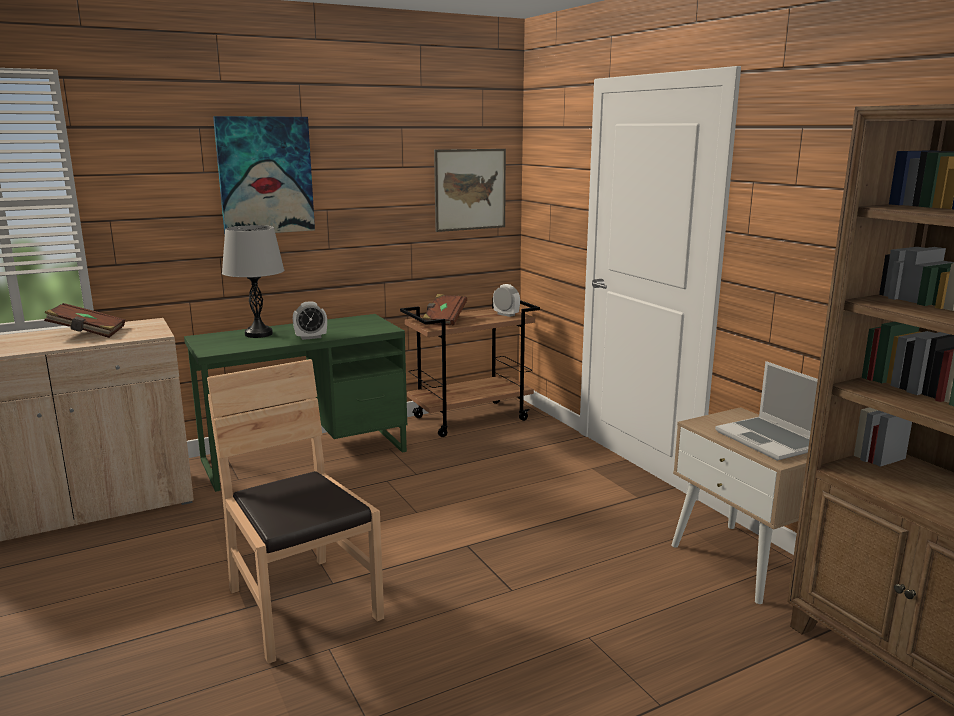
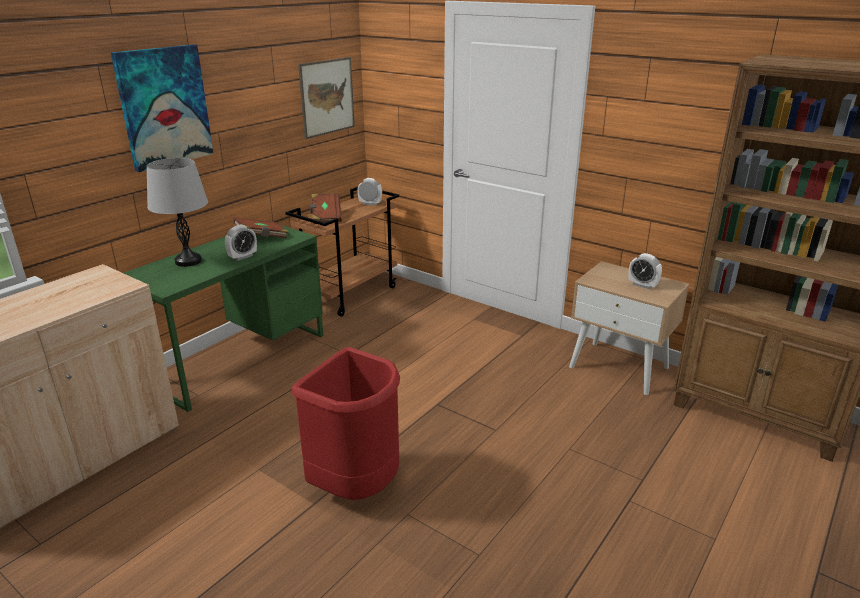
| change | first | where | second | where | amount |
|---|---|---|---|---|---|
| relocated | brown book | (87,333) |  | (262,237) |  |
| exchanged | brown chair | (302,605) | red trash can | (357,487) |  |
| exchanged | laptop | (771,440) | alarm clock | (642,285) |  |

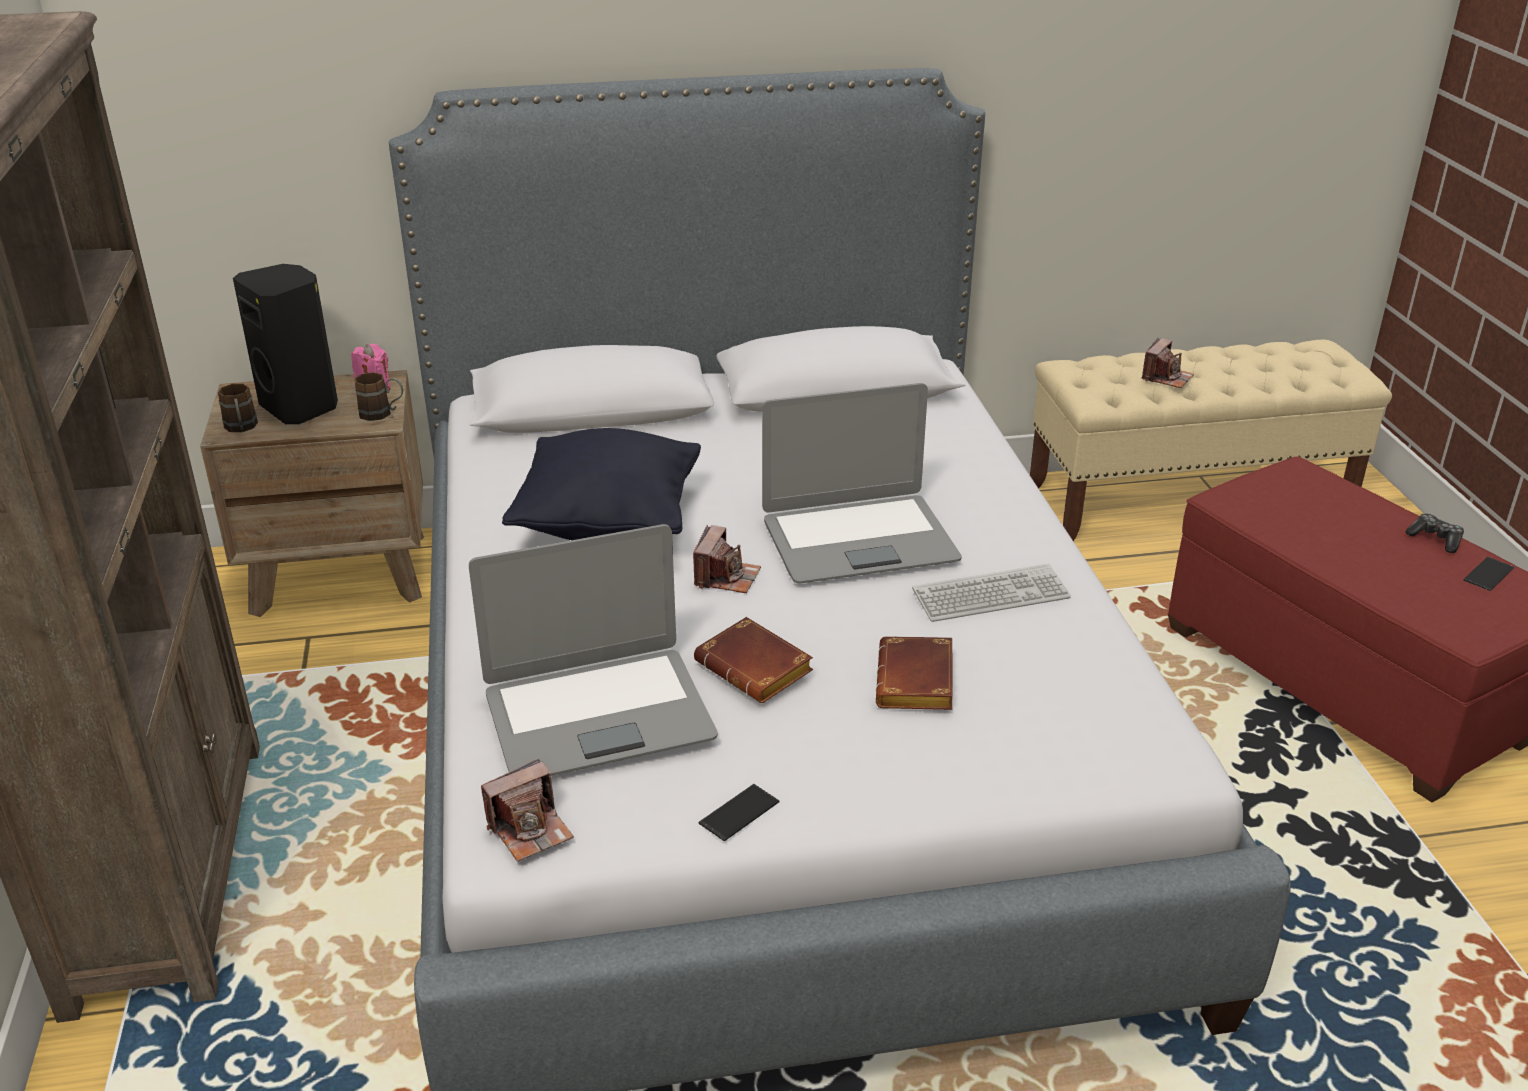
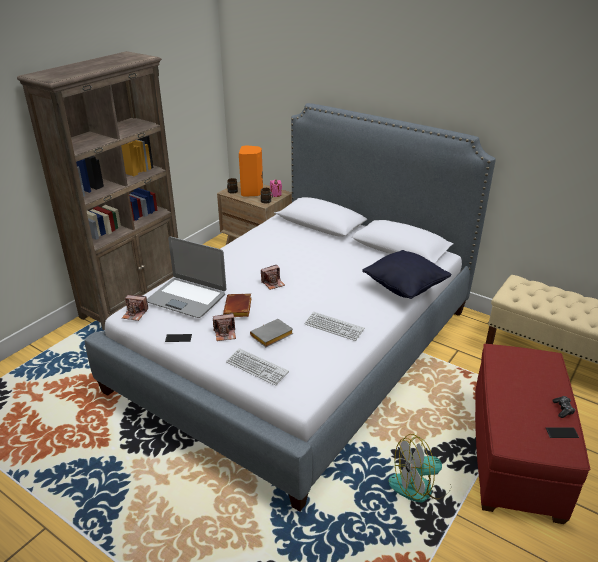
| change | first | where | second | where | amount |
|---|---|---|---|---|---|
| colour | black speaker | (302,407) | orange speaker | (252,192) |  |
| relocated | photo camera | (1166,377) |  | (225,333) |  |
| missing | laptop | (858,540) |  |  |  |
| relocated | black pillow | (608,524) |  | (404,288) |  |
| colour | brown book | (918,684) | grey book | (271,336) |  |
| appeared |  |  | keyboard | (257,367) |  |
| appeared |  |  | fan | (420,486) |  |

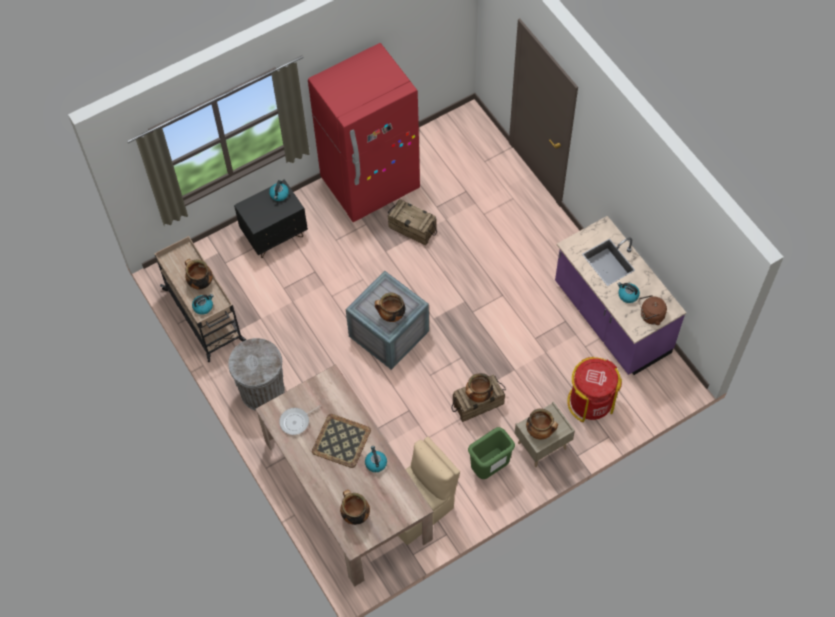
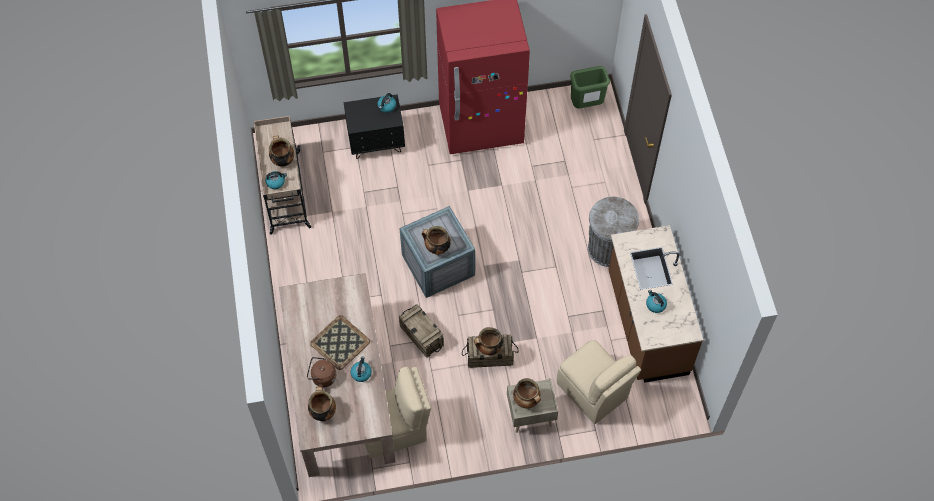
| change | first | where | second | where | amount |
|---|---|---|---|---|---|
| relocated | crate | (412,228) |  | (422,336) |  |
| colour | purple counter | (611,319) | brown counter | (646,324) |  |
| relocated | brown kettle | (650,316) |  | (322,377) |  |
| relocated | grey trash can | (262,391) |  | (608,248) |  |
| exchanged | red trash can | (590,402) | beige chair | (593,392) |  |
| missing | frying pan | (296,421) |  |  |  |
| relocated | green trash can | (489,468) |  | (586,105) |  |

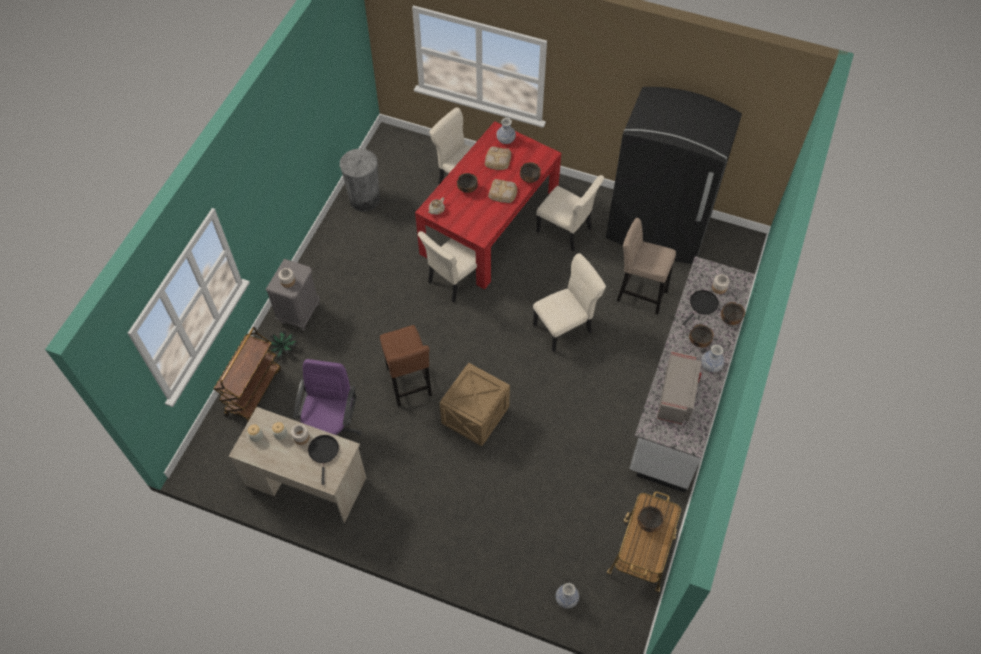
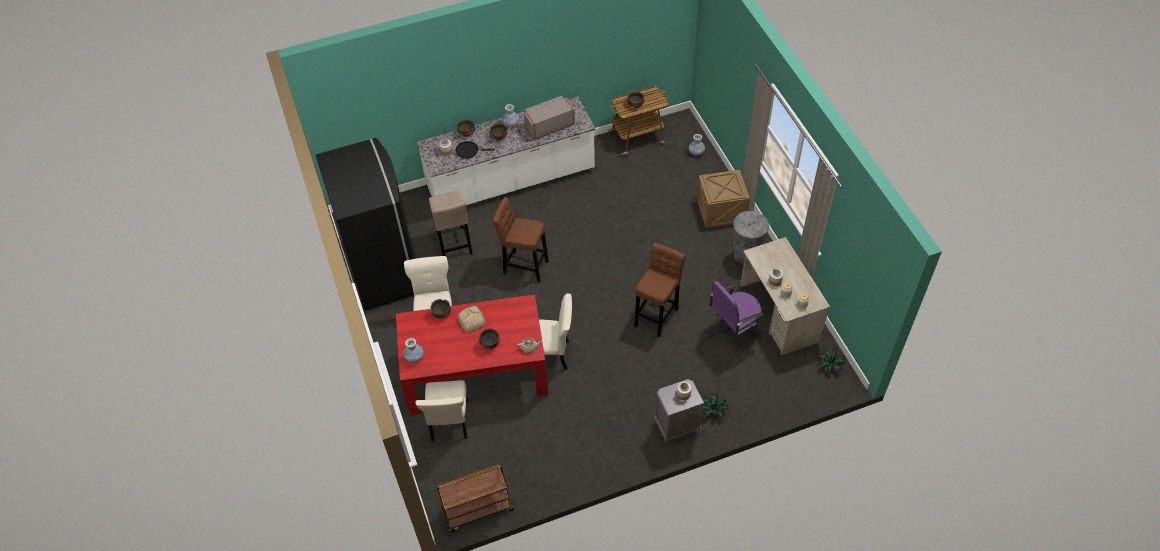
| change | first | where | second | where | amount |
|---|---|---|---|---|---|
| missing | bread | (497,160) |  |  |  |
| relocated | grey trash can | (364,199) |  | (745,257) |  |
| exchanged | beige chair | (565,327) | brown stool | (523,266) |  |
| relocated | brown cart | (253,391) |  | (477,510) |  |
| relocated | crate | (475,416) |  | (721,211) |  |
| missing | black frying pan | (324,452) |  |  |  |
| appeared |  |  | potted plant | (830,364) |  |

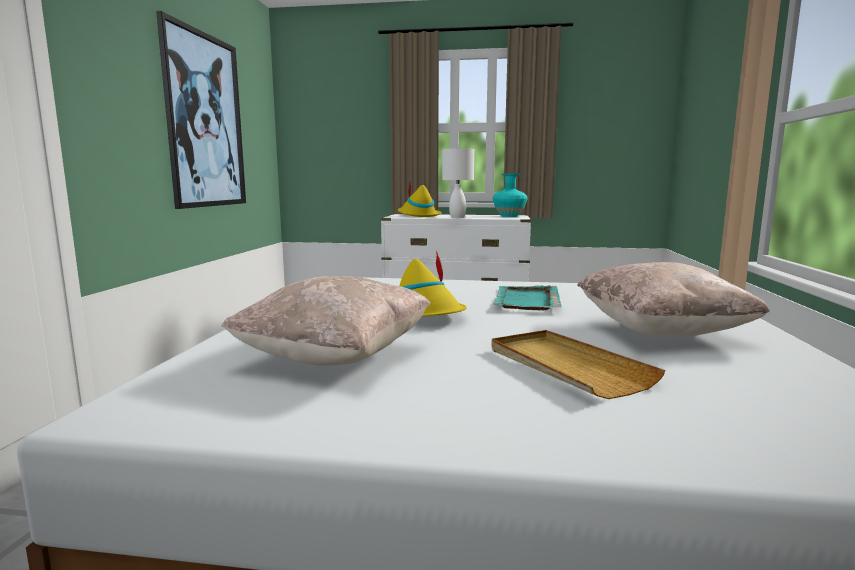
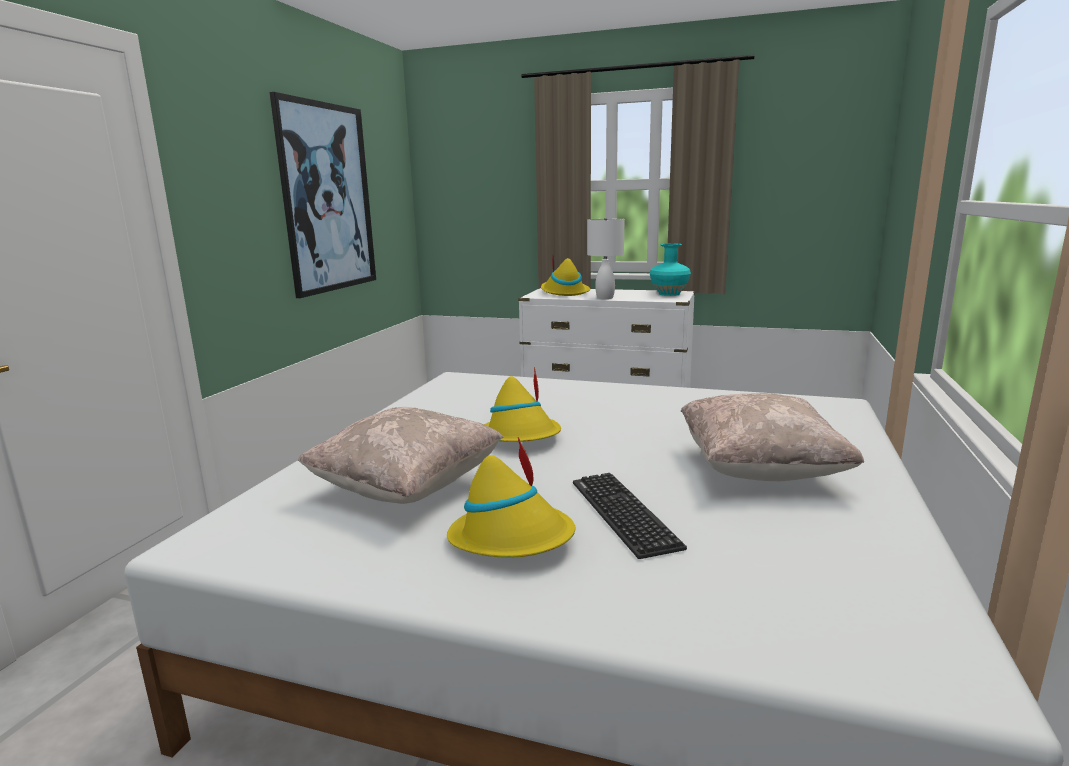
| change | first | where | second | where | amount |
|---|---|---|---|---|---|
| missing | turquoise tray | (526,300) |  |  |  |
| exchanged | beige tray | (566,366) | keyboard | (623,513) |  |
| appeared |  |  | yellow hat | (512,538) |  |

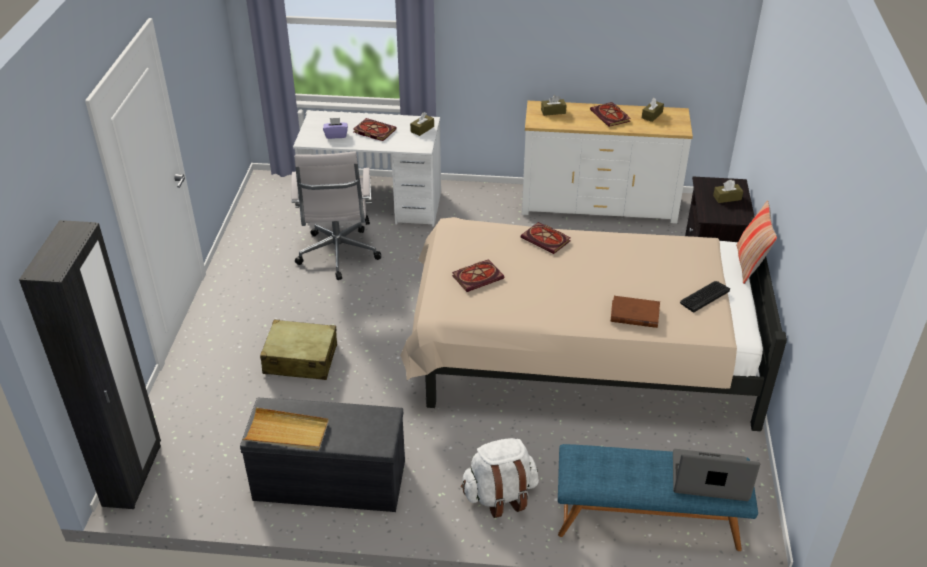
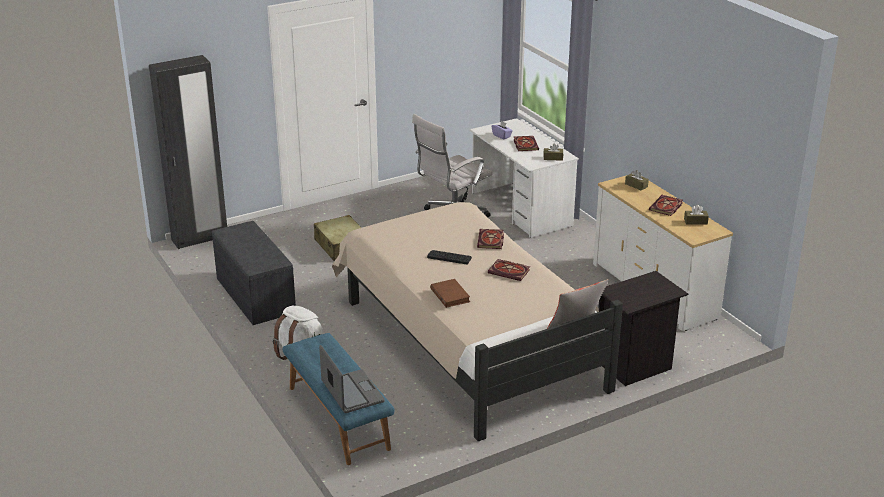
| change | first | where | second | where | amount |
|---|---|---|---|---|---|
| missing | brown tissue box | (727,198) |  |  |  |
| relocated | book | (478,276) |  | (510,271) |  |
| relocated | keyboard | (704,296) |  | (449,257) |  |
| missing | beige tray | (287,432) |  |  |  |

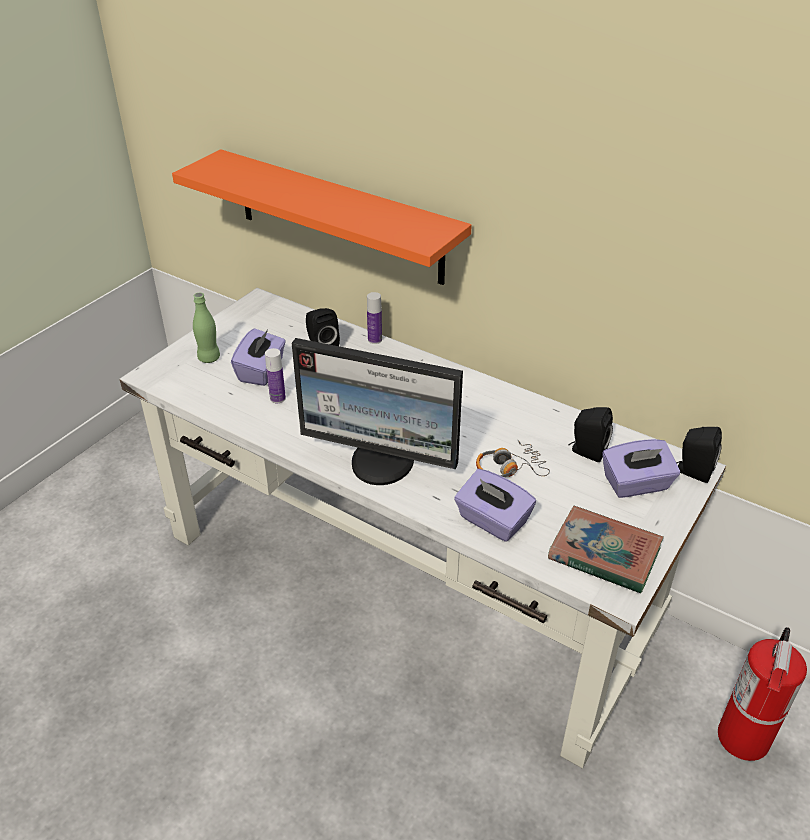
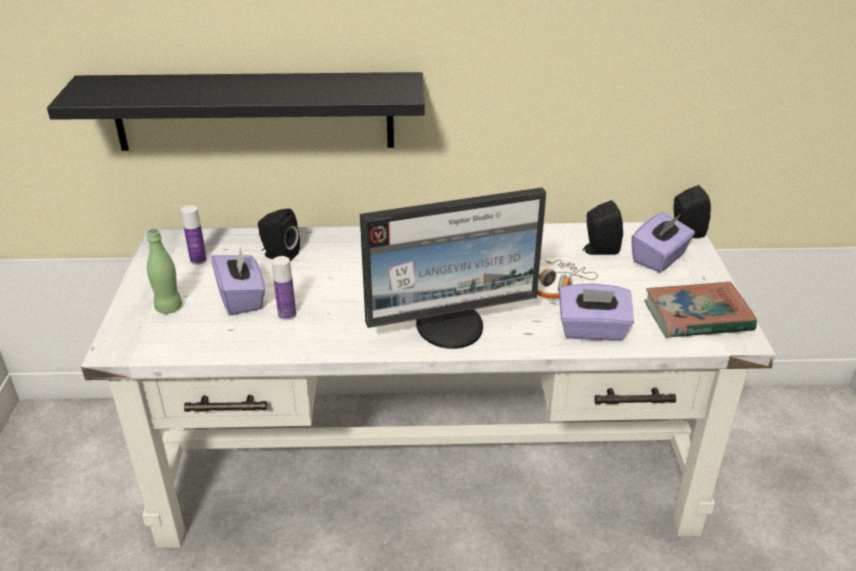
| change | first | where | second | where | amount |
|---|---|---|---|---|---|
| colour | orange shelf | (338,217) | black shelf | (254,111) |  |
| relocated | bottle | (375,340) |  | (198,260) |  |
| missing | fire extinguisher | (743,738) |  |  |  |

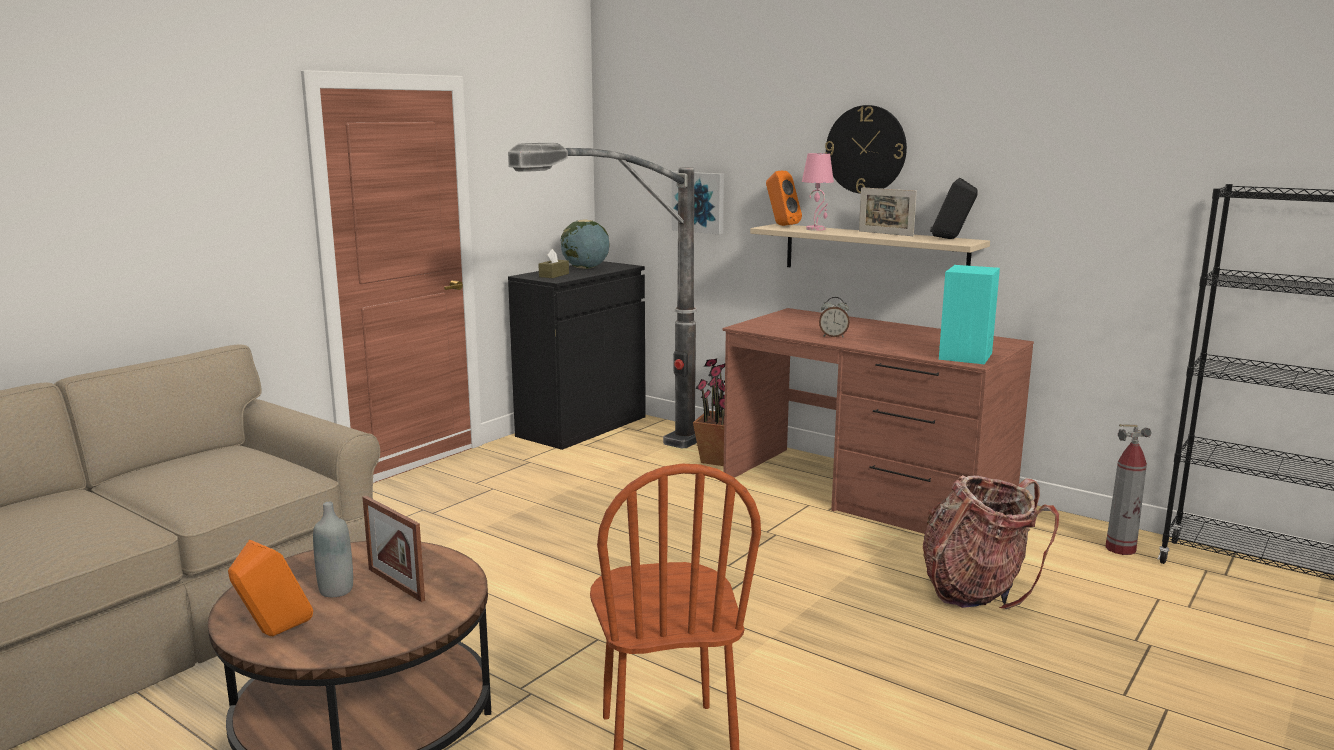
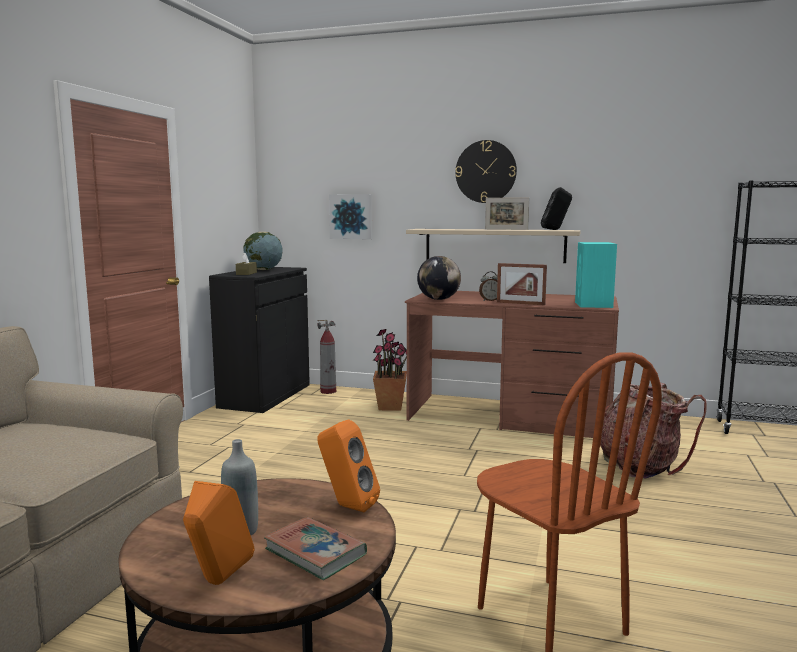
| change | first | where | second | where | amount |
|---|---|---|---|---|---|
| missing | floor lamp | (622,471) |  |  |  |
| missing | pink table lamp | (816,229) |  |  |  |
| relocated | orange speaker | (781,225) |  | (347,506) |  |
| relocated | fire extinguisher | (1121,549) |  | (328,391) |  |
| relocated | picture frame | (396,584) |  | (520,303) |  |
| appeared |  |  | globe | (438,299) |  |
| appeared |  |  | book | (315,552) |  |

